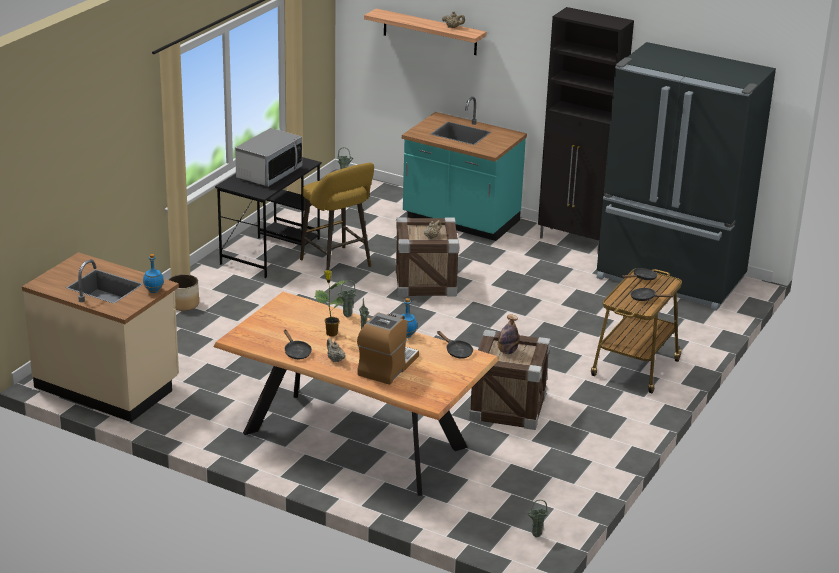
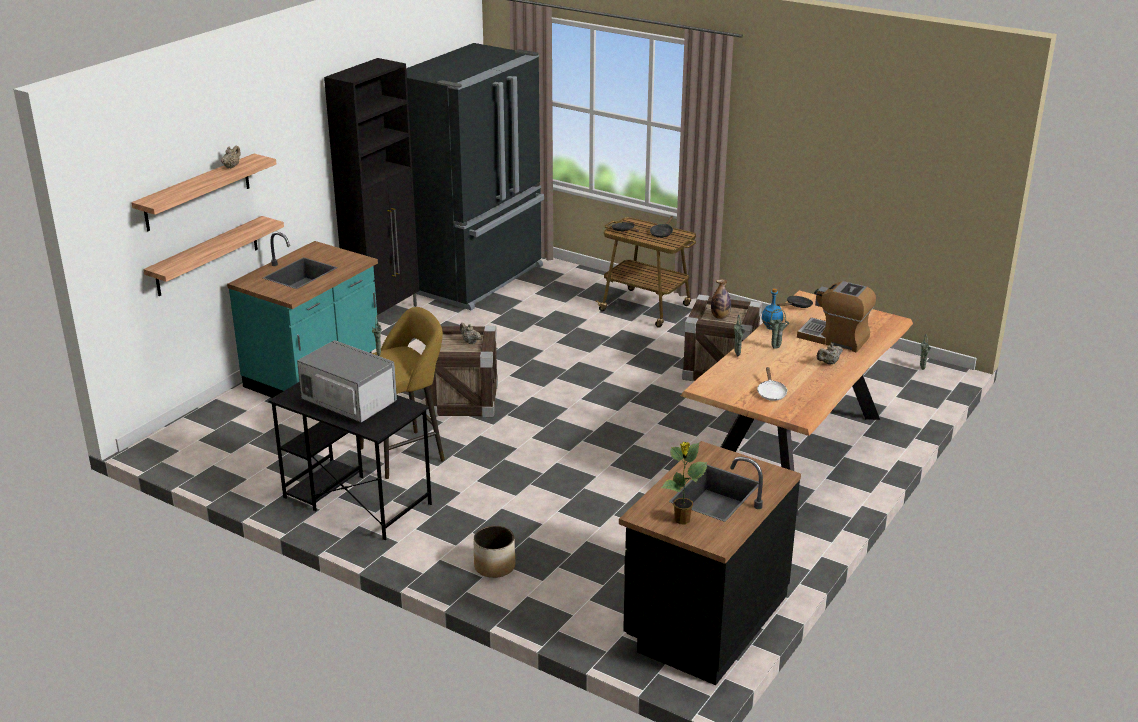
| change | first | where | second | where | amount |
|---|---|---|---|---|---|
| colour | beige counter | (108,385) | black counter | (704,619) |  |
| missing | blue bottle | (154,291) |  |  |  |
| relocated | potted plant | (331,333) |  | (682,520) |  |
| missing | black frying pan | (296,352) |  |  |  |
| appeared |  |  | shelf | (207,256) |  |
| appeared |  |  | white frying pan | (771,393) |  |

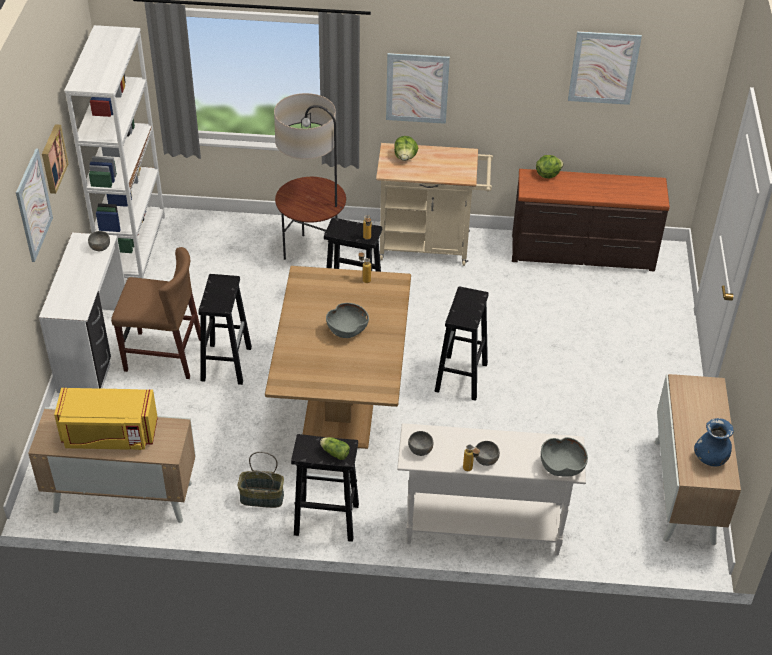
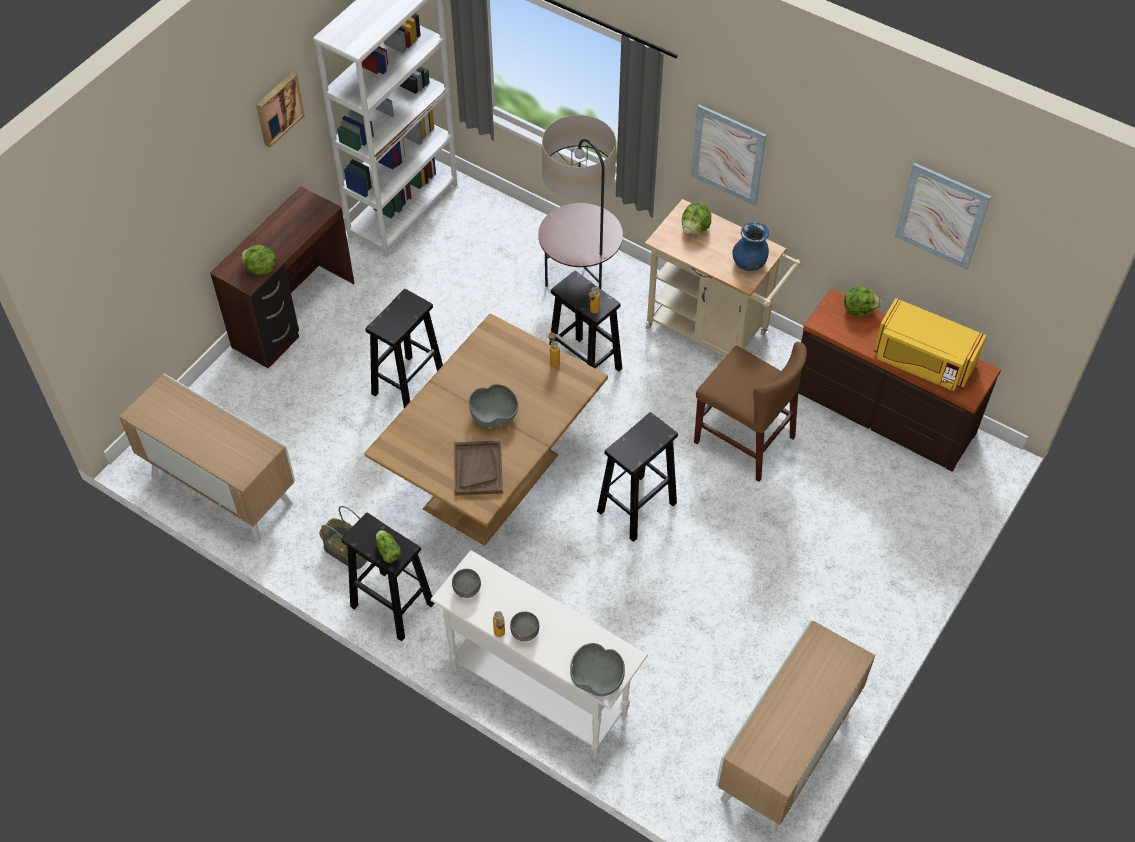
| change | first | where | second | where | amount |
|---|---|---|---|---|---|
| missing | picture | (33,205) |  |  |  |
| missing | grey bowl | (100,247) |  |  |  |
| colour | white desk | (95,350) | brown desk | (295,315) |  |
| relocated | brown chair | (163,355) |  | (744,440) |  |
| relocated | yellow microwave | (109,435) |  | (922,361) |  |
| relocated | blue vase | (710,458) |  | (749,263) |  |
| appeared |  |  | lettuce | (260,269) |  |
| appeared |  |  | brown tray | (478,469) |  |

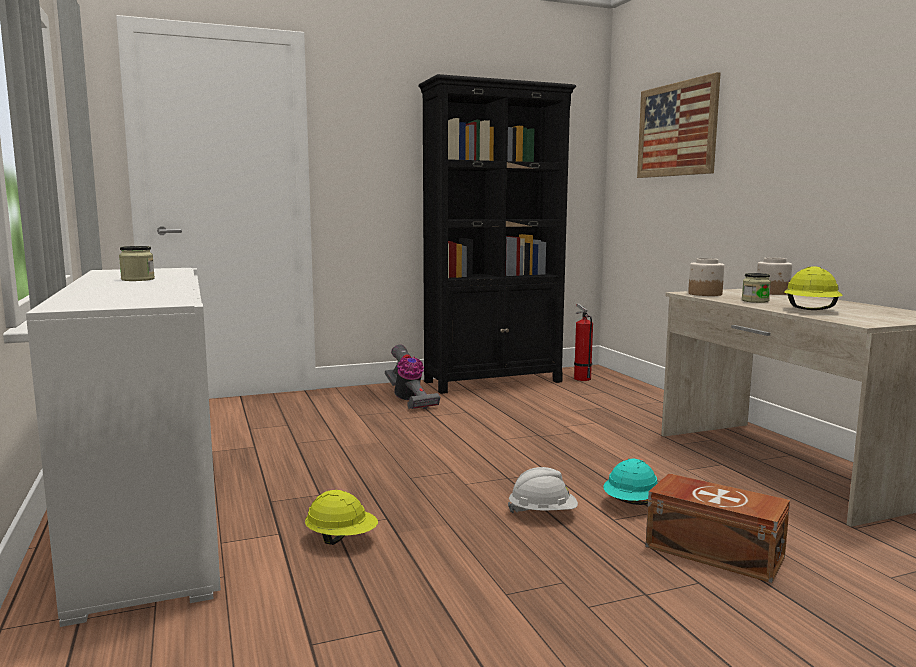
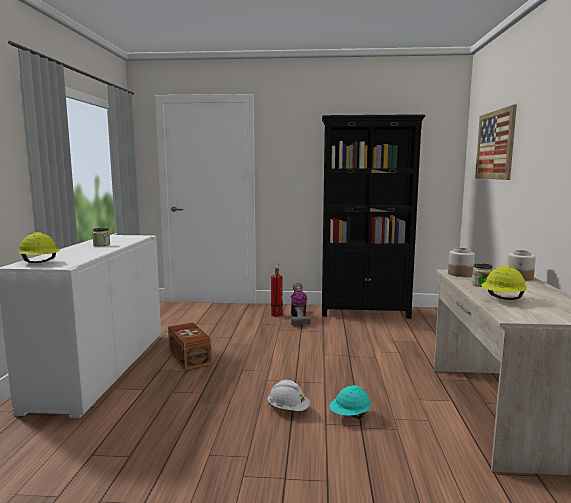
| change | first | where | second | where | amount |
|---|---|---|---|---|---|
| relocated | fire extinguisher | (581,378) |  | (276,314) |  |
| relocated | brown storage box | (712,550) |  | (190,356) |  |
| relocated | yellow hard hat | (342,539) |  | (40,262) |  |

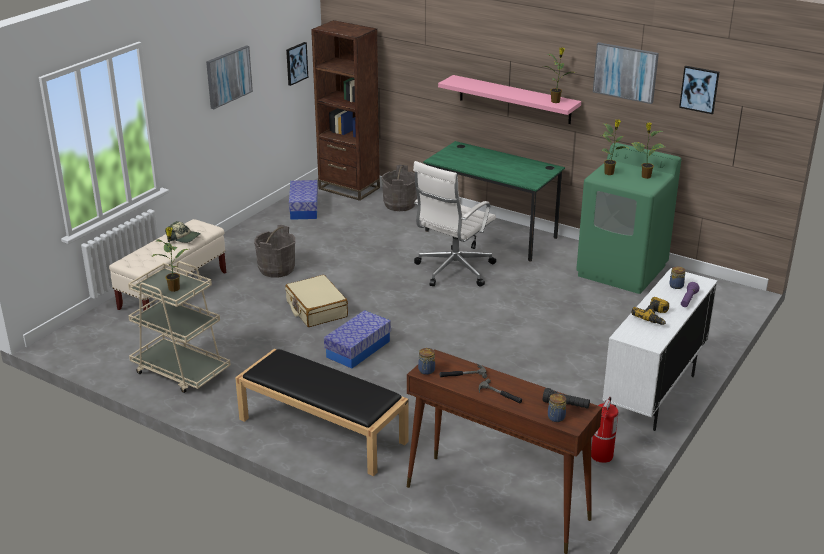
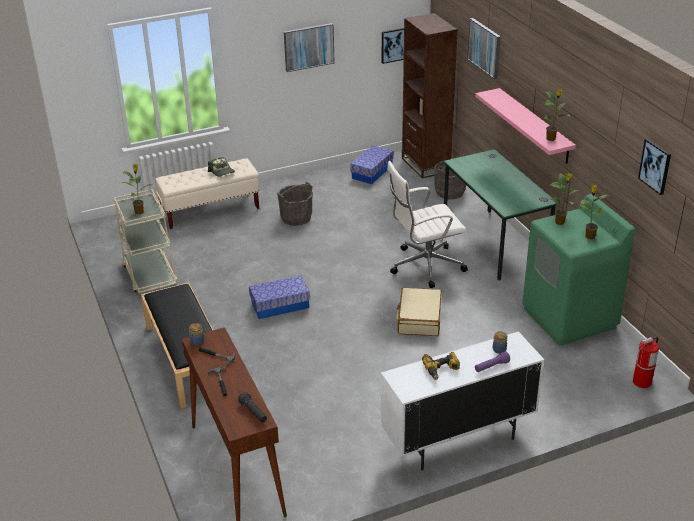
| change | first | where | second | where | amount |
|---|---|---|---|---|---|
| relocated | picture | (625,72) |  | (485,47) |  |
| relocated | beige suitcase | (316,309) |  | (419,319) |  |
| missing | jar | (555,418) |  |  |  |
| relocated | fire extinguisher | (602,456) |  | (641,382) |  |

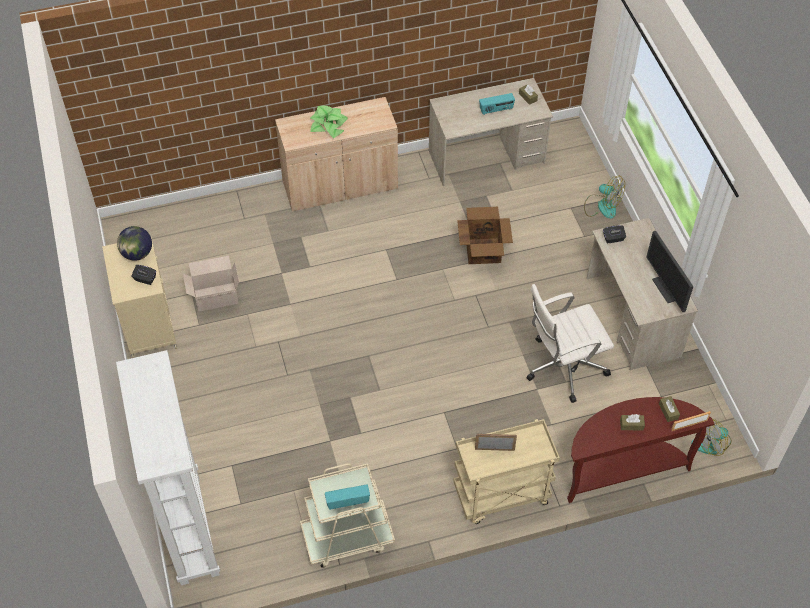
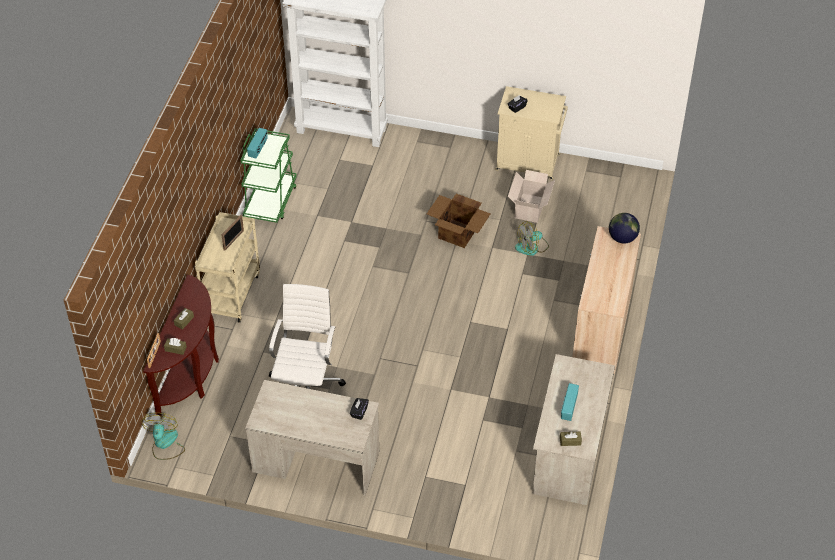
| change | first | where | second | where | amount |
|---|---|---|---|---|---|
| missing | potted plant | (328,125) |  |  |  |
| relocated | fan | (602,206) |  | (532,247) |  |
| relocated | cardboard box | (483,250) |  | (458,233) |  |
| relocated | globe | (137,254) |  | (622,238) |  |
| missing | monitor | (668,288) |  |  |  |
| colour | beige cart | (347,537) | green cart | (270,201) |  |

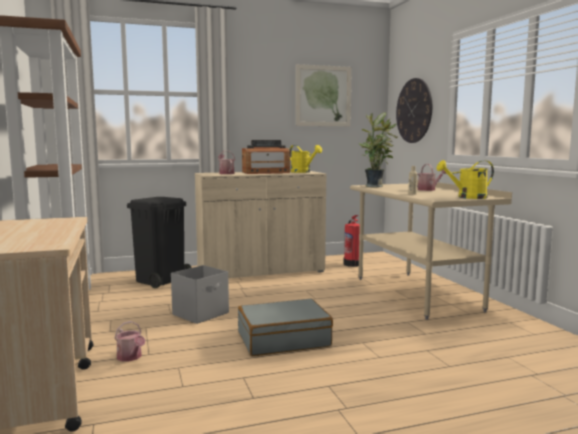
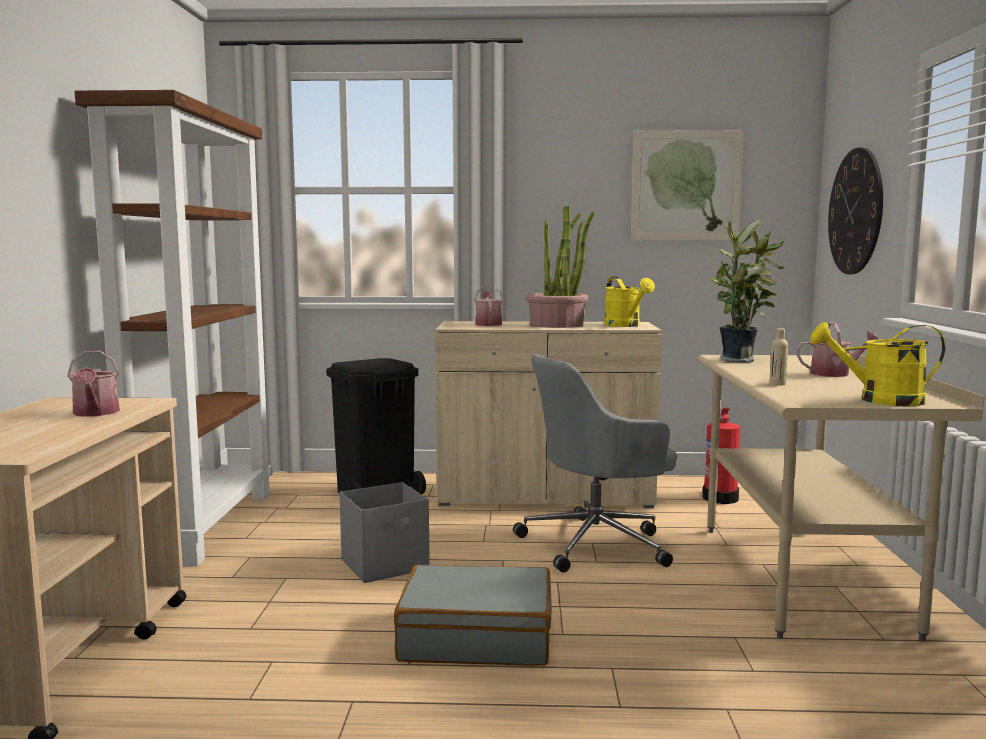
| change | first | where | second | where | amount |
|---|---|---|---|---|---|
| exchanged | radio | (266,172) | potted plant | (557,325) |  |
| relocated | watering can | (130,357) |  | (95,413) |  |
| appeared |  |  | grey office chair | (597,544) |  |

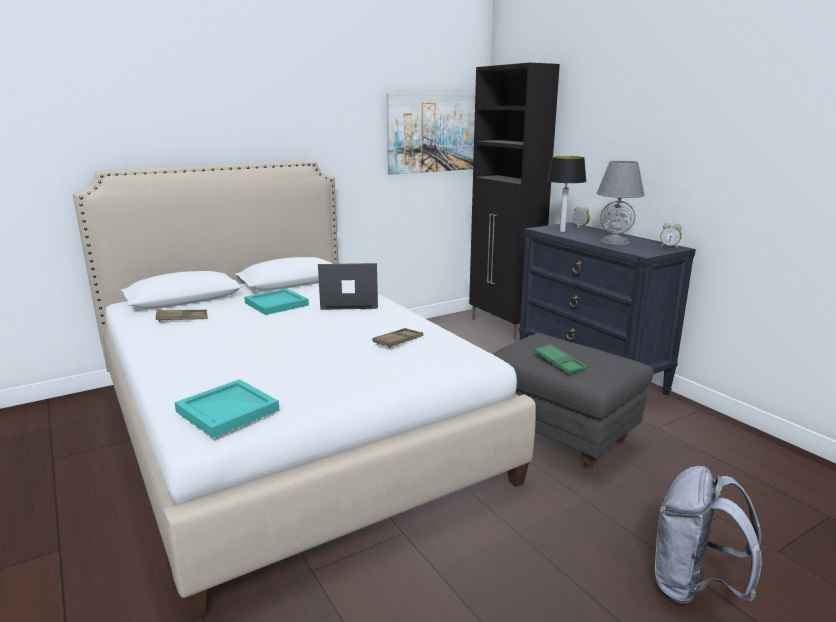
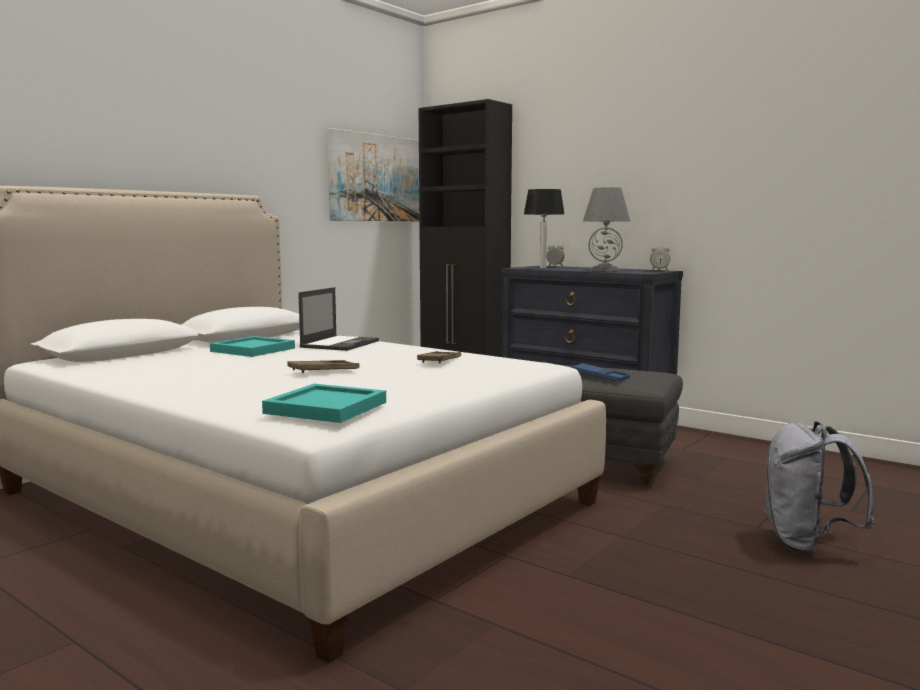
| change | first | where | second | where | amount |
|---|---|---|---|---|---|
| spun | laptop | (349,302) |  | (340,344) | 135 degrees clockwise |
| relocated | brown tray | (182,318) |  | (324,371) |  |
| colour | green tray | (559,363) | blue tray | (599,377) |  |

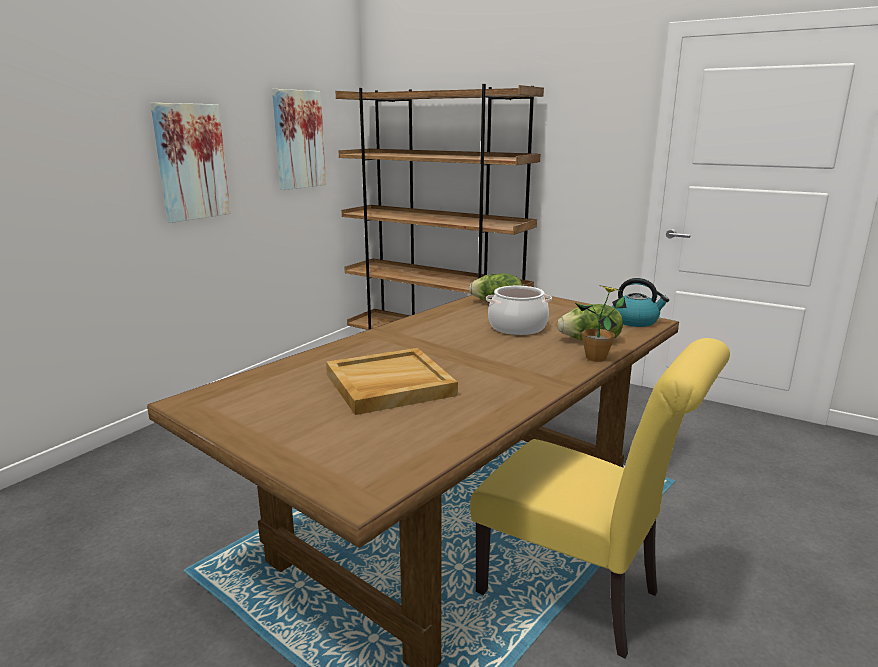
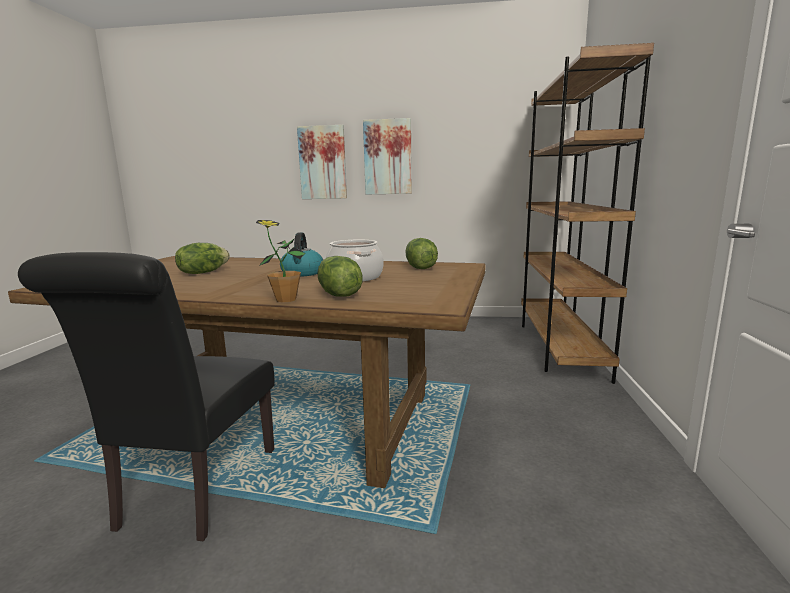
| change | first | where | second | where | amount |
|---|---|---|---|---|---|
| relocated | picture | (298,139) |  | (322,163) |  |
| relocated | kettle | (635,321) |  | (302,273) |  |
| colour | yellow chair | (579,596) | black chair | (194,492) |  |
| exchanged | beige tray | (389,385) | lettuce | (203,272) |  |

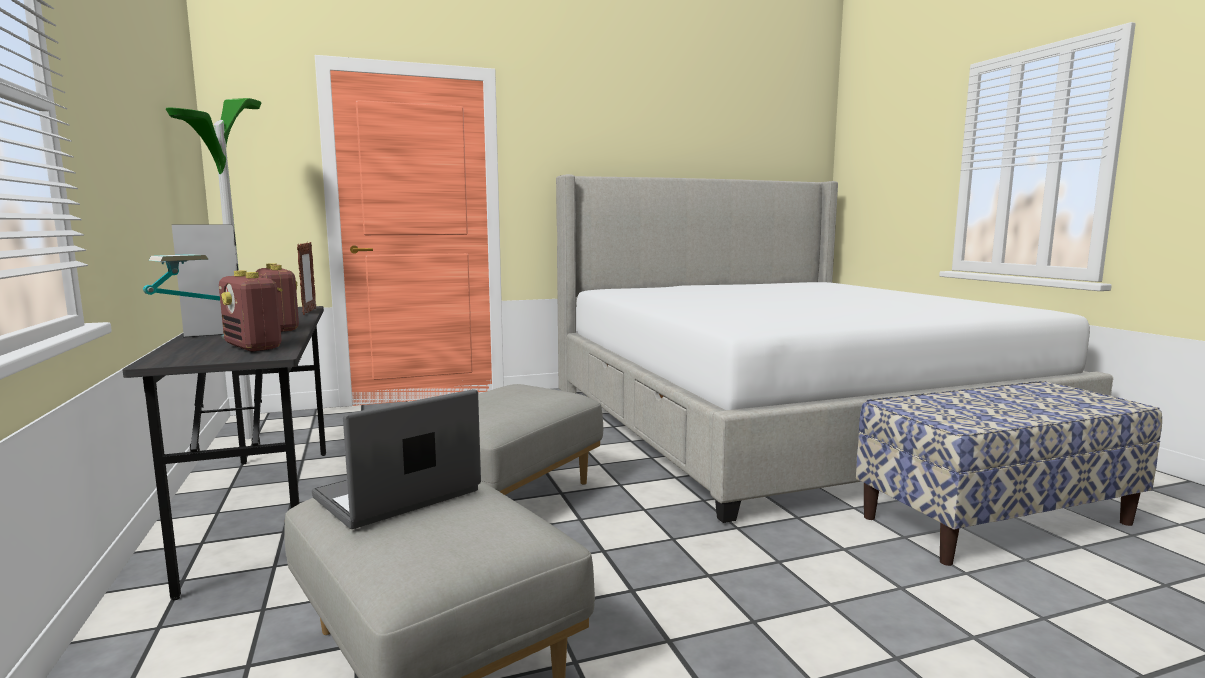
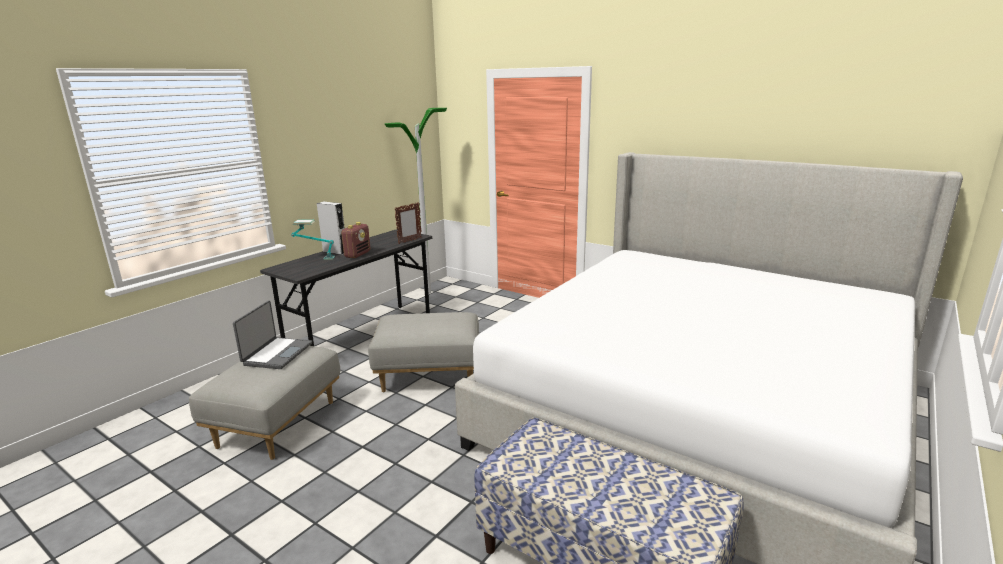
| change | first | where | second | where | amount |
|---|---|---|---|---|---|
| missing | radio | (253,347) |  |  |  |
| spun | laptop | (398,496) |  | (277,354) | 90 degrees clockwise |

